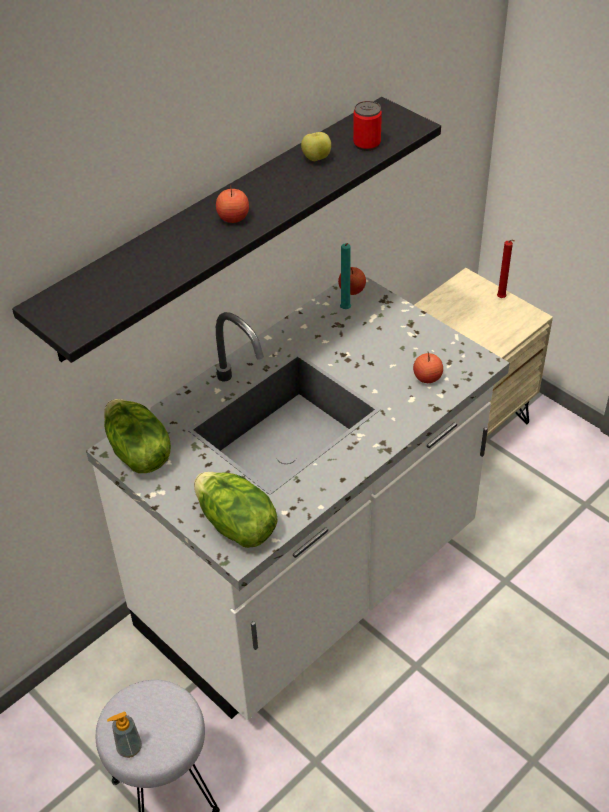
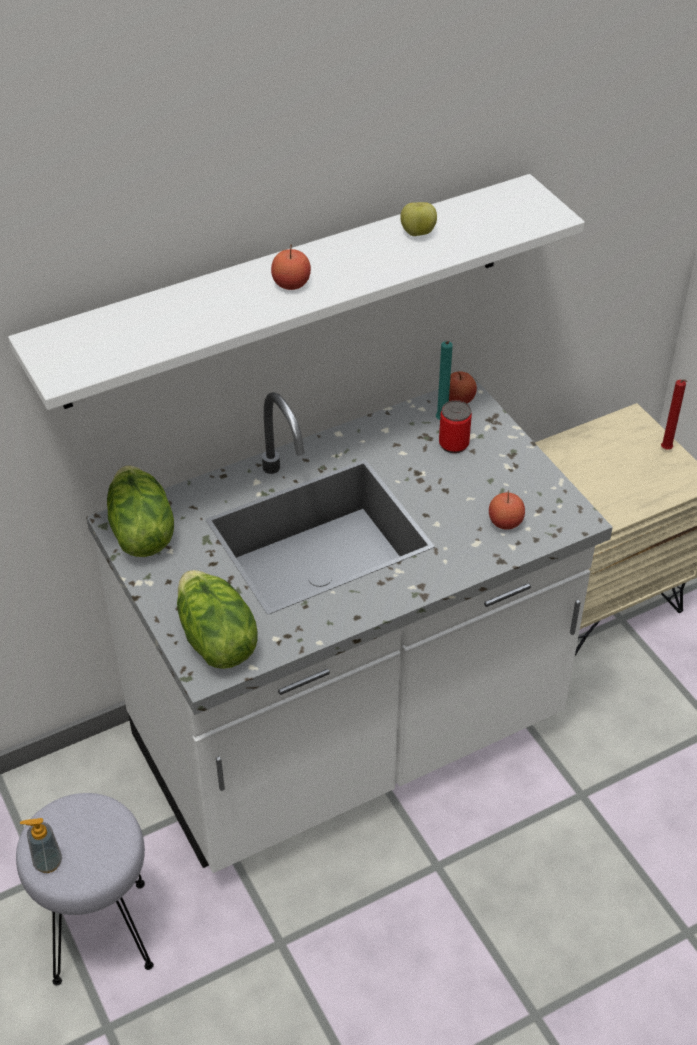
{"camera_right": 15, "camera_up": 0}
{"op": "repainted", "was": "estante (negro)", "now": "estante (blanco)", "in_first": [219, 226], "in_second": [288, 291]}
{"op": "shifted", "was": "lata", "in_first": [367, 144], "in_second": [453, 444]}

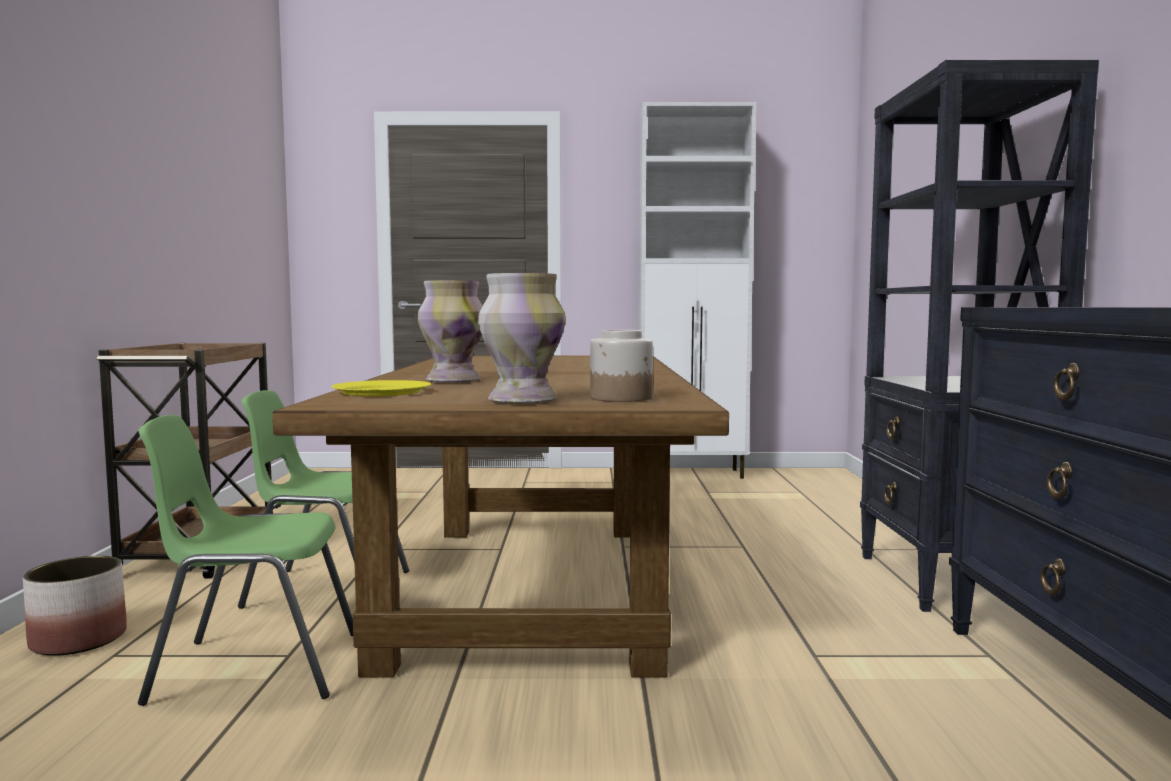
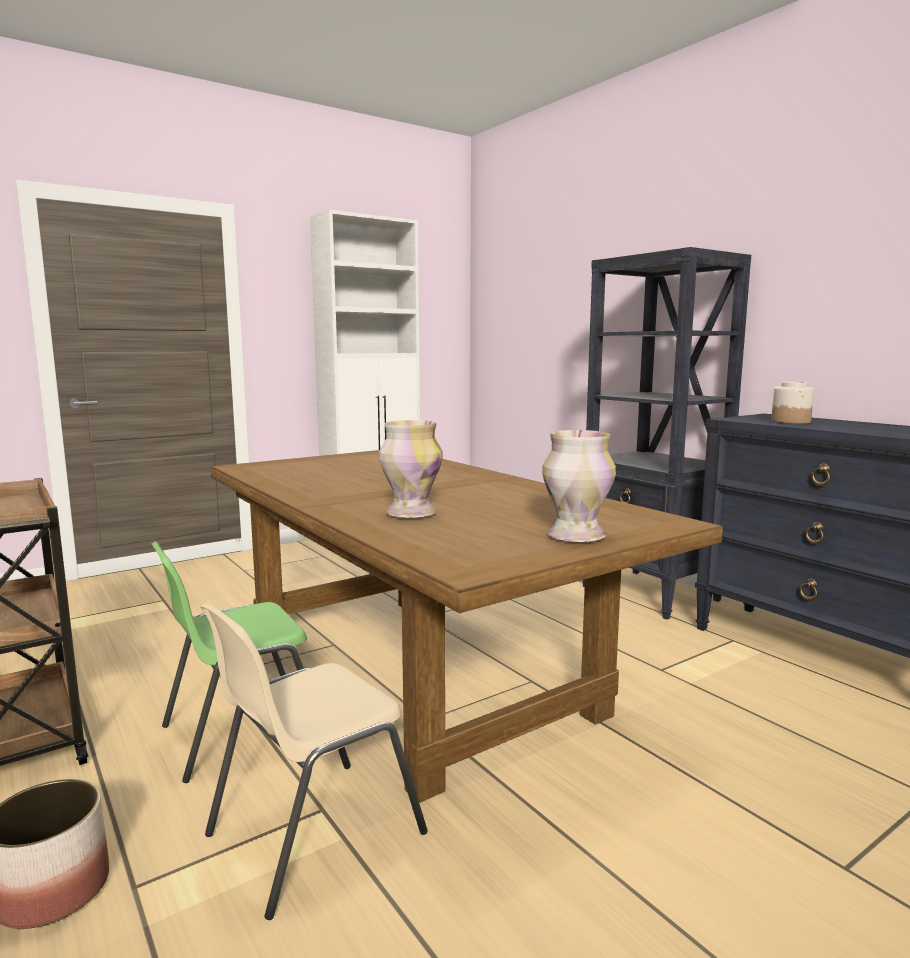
{"camera_right": -35, "camera_up": 5}
{"op": "repainted", "was": "silla (verde)", "now": "silla (beis)", "in_first": [254, 667], "in_second": [311, 834]}
{"op": "shifted", "was": "tarro", "in_first": [622, 398], "in_second": [791, 421]}
{"op": "gone", "was": "plato (amarillo)", "in_first": [383, 392]}

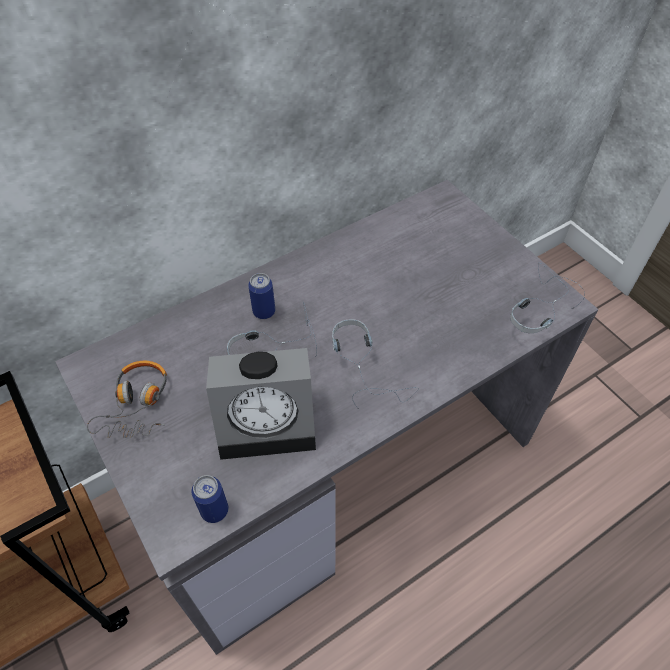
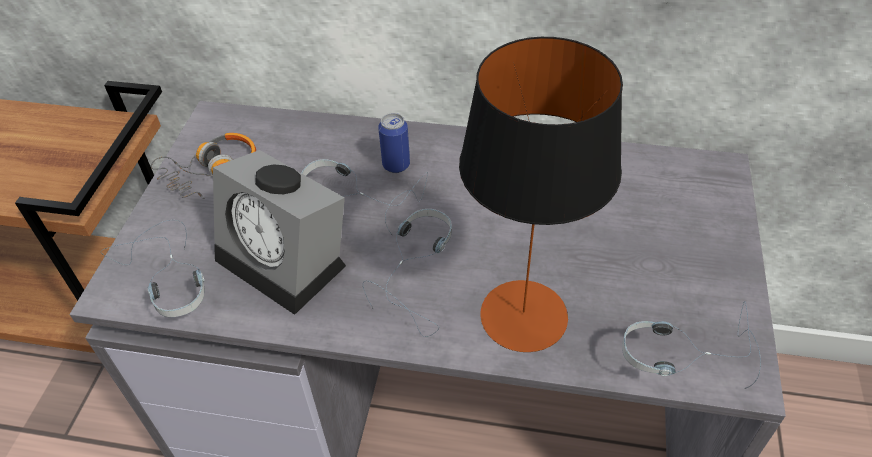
{"camera_right": 45, "camera_up": -5}
{"op": "swapped", "was": "lata", "now": "auriculares", "in_first": [214, 510], "in_second": [162, 297]}
{"op": "new", "now": "lámpara de mesa", "in_second": [523, 316]}

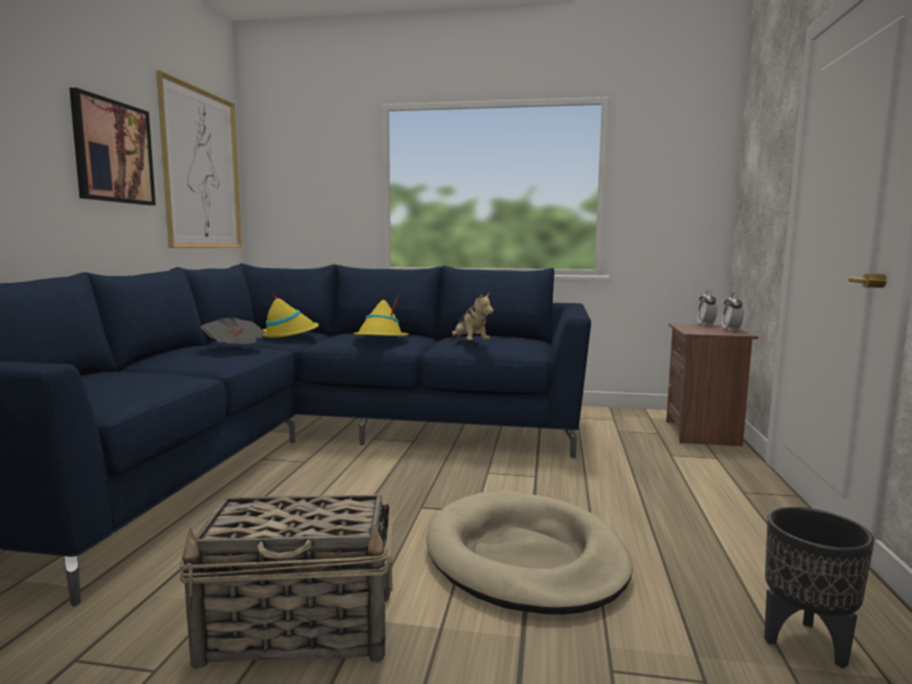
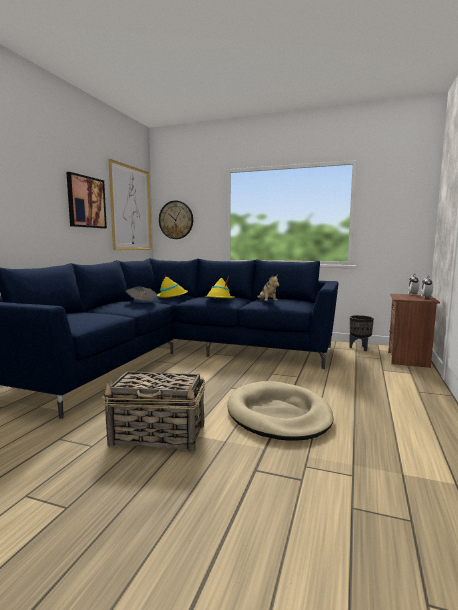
{"camera_right": 10, "camera_up": 0}
{"op": "new", "now": "reloj de pared", "in_second": [176, 220]}
{"op": "shifted", "was": "maceta (negro)", "in_first": [806, 643], "in_second": [359, 348]}

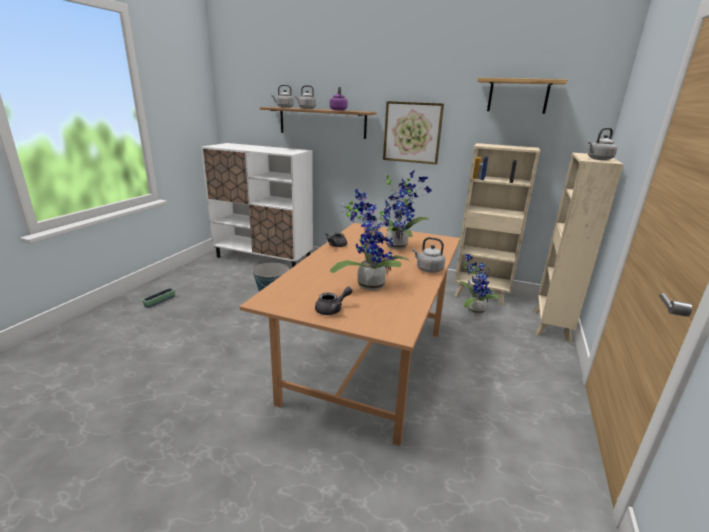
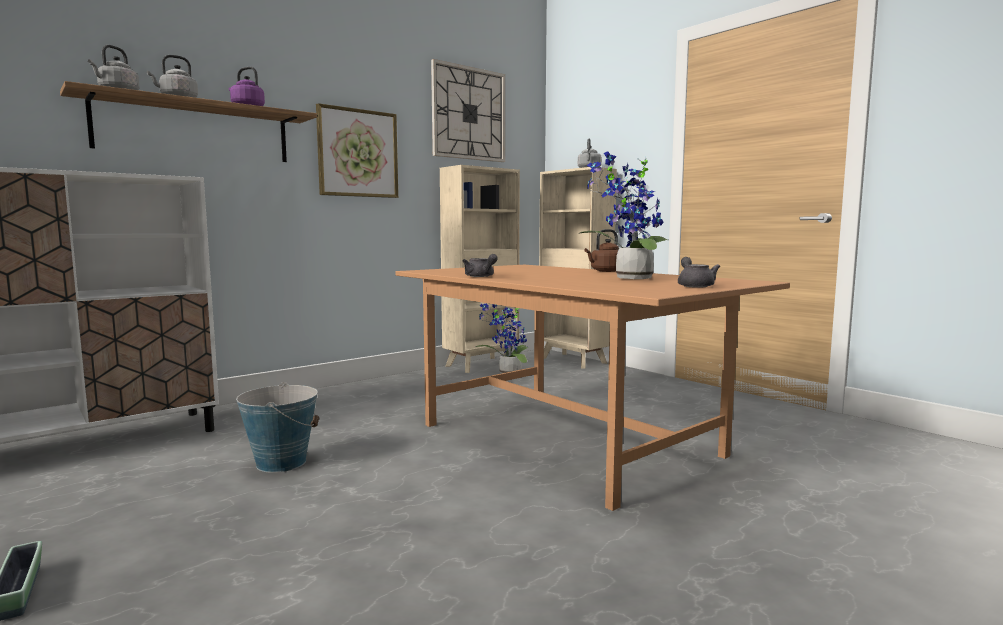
{"camera_right": -60, "camera_up": -15}
{"op": "swapped", "was": "estante", "now": "reloj de pared", "in_first": [518, 96], "in_second": [468, 113]}
{"op": "repainted", "was": "hervidor (gris)", "now": "hervidor (marrón)", "in_first": [428, 269], "in_second": [605, 271]}
{"op": "gone", "was": "planta en maceta", "in_first": [398, 245]}

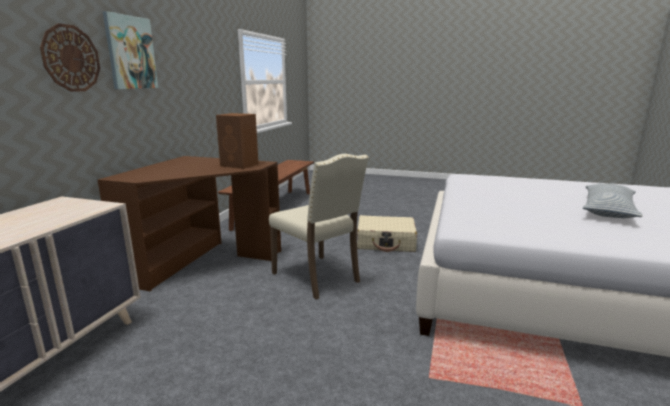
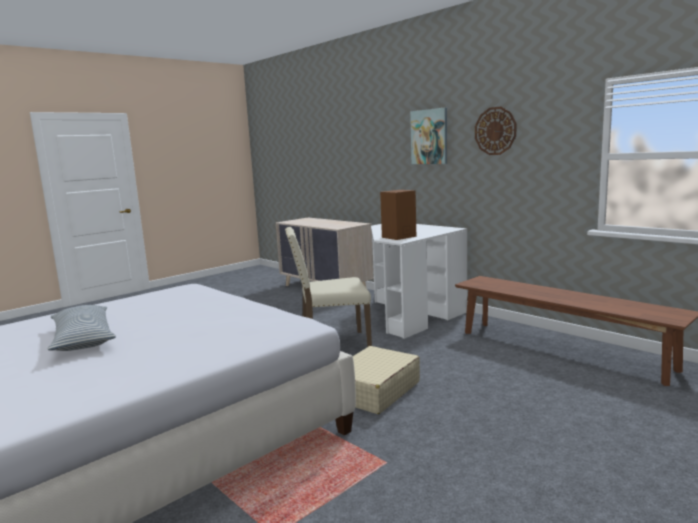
{"camera_right": 120, "camera_up": -5}
{"op": "repainted", "was": "escritorio (marrón)", "now": "escritorio (blanco)", "in_first": [202, 262], "in_second": [409, 314]}
{"op": "shifted", "was": "reloj de pared", "in_first": [71, 58], "in_second": [495, 131]}

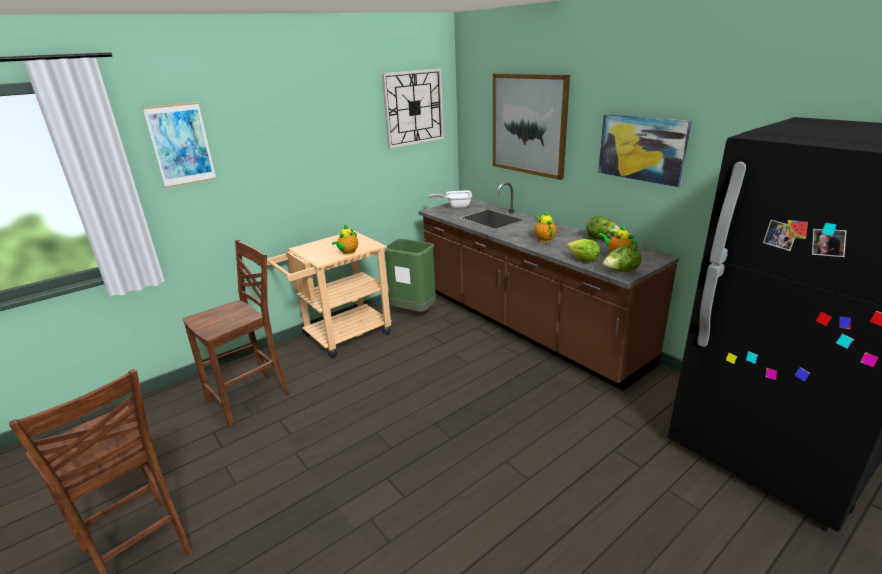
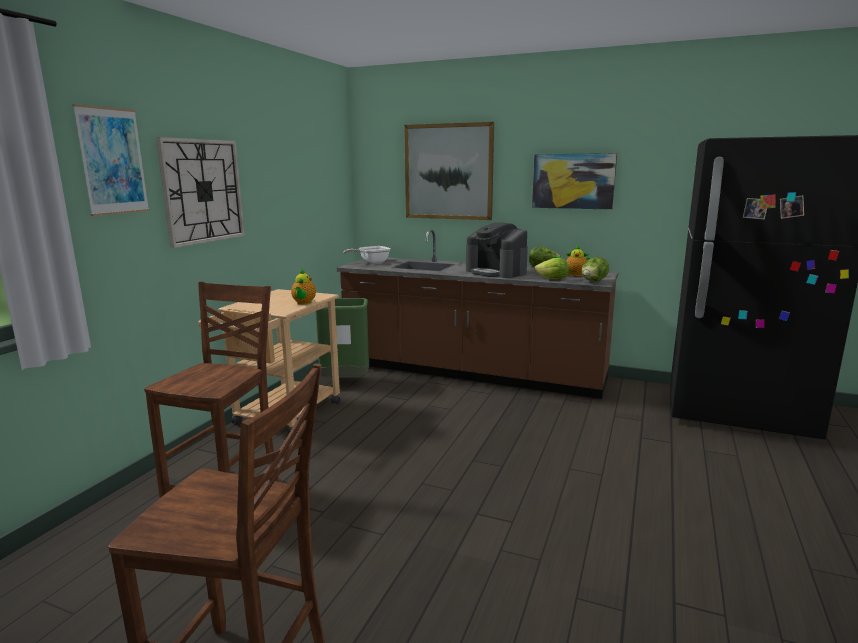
{"camera_right": -30, "camera_up": -10}
{"op": "shifted", "was": "reloj de pared", "in_first": [413, 108], "in_second": [203, 191]}
{"op": "swapped", "was": "tetera", "now": "cafetera", "in_first": [544, 239], "in_second": [496, 272]}

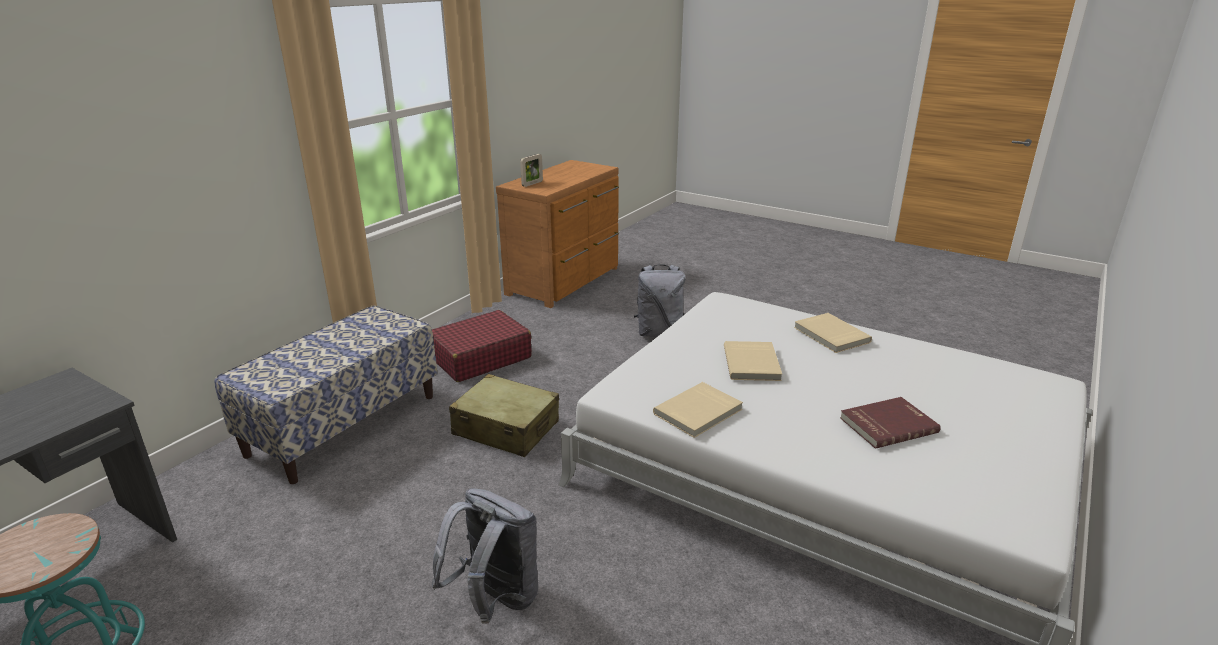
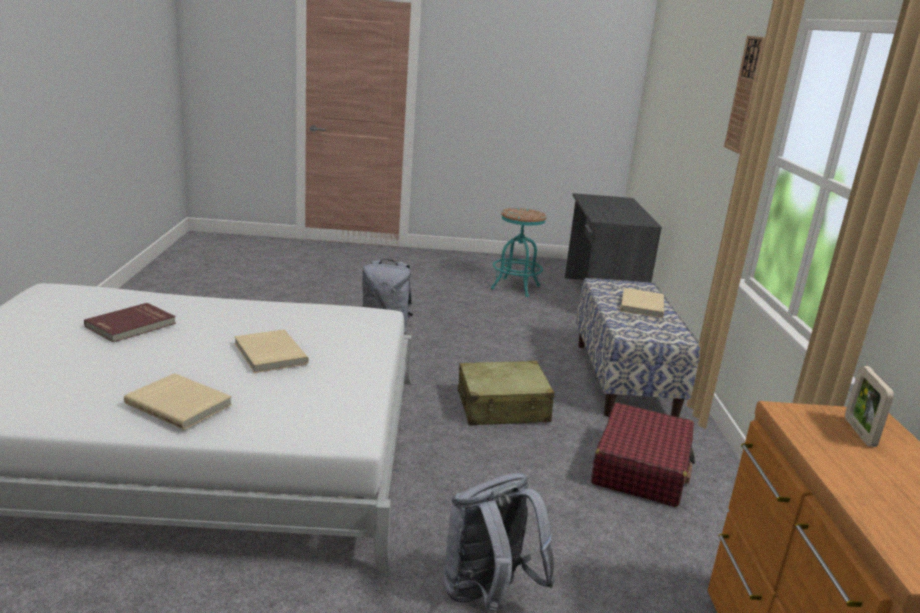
{"camera_right": 145, "camera_up": -5}
{"op": "shifted", "was": "libro (beis)", "in_first": [699, 412], "in_second": [640, 305]}
{"op": "new", "now": "reloj de pared", "in_second": [745, 95]}

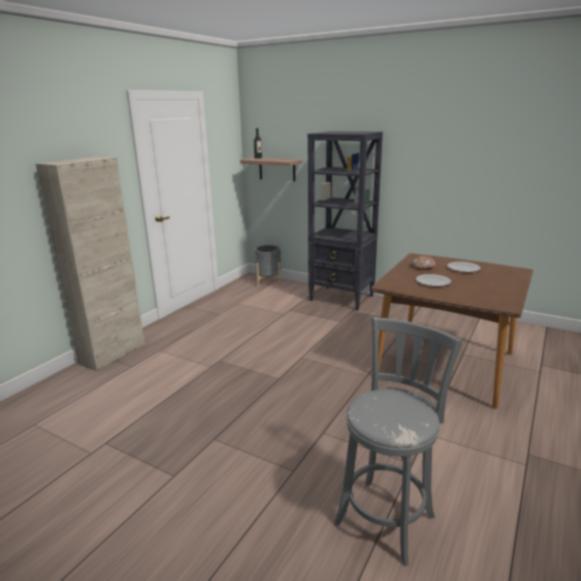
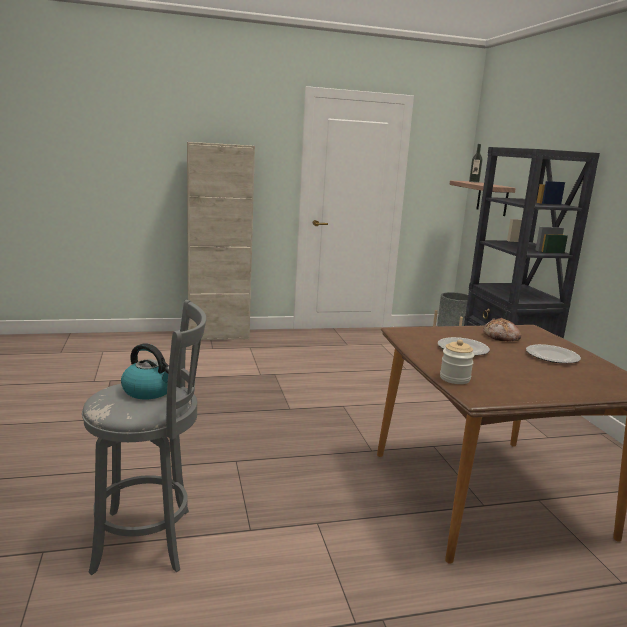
{"camera_right": 45, "camera_up": -5}
{"op": "new", "now": "hervidor", "in_second": [149, 391]}
{"op": "new", "now": "tarro", "in_second": [454, 378]}

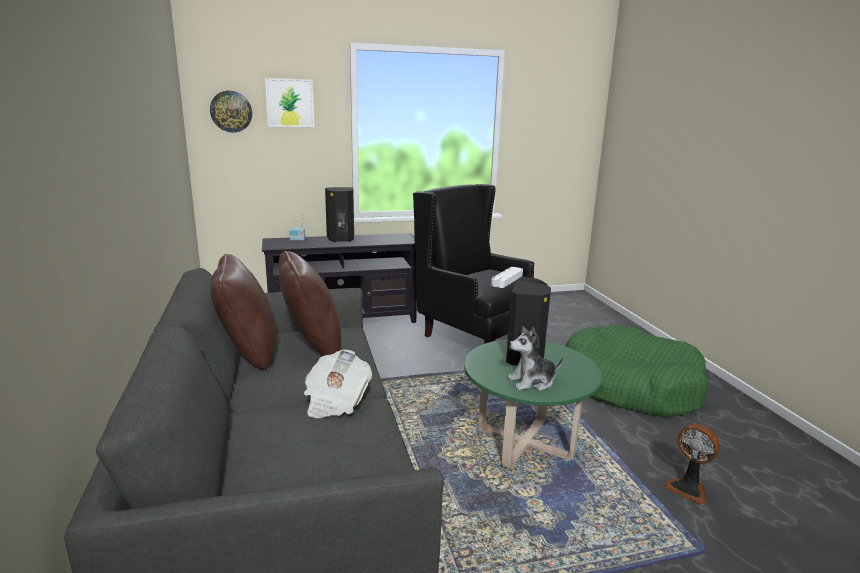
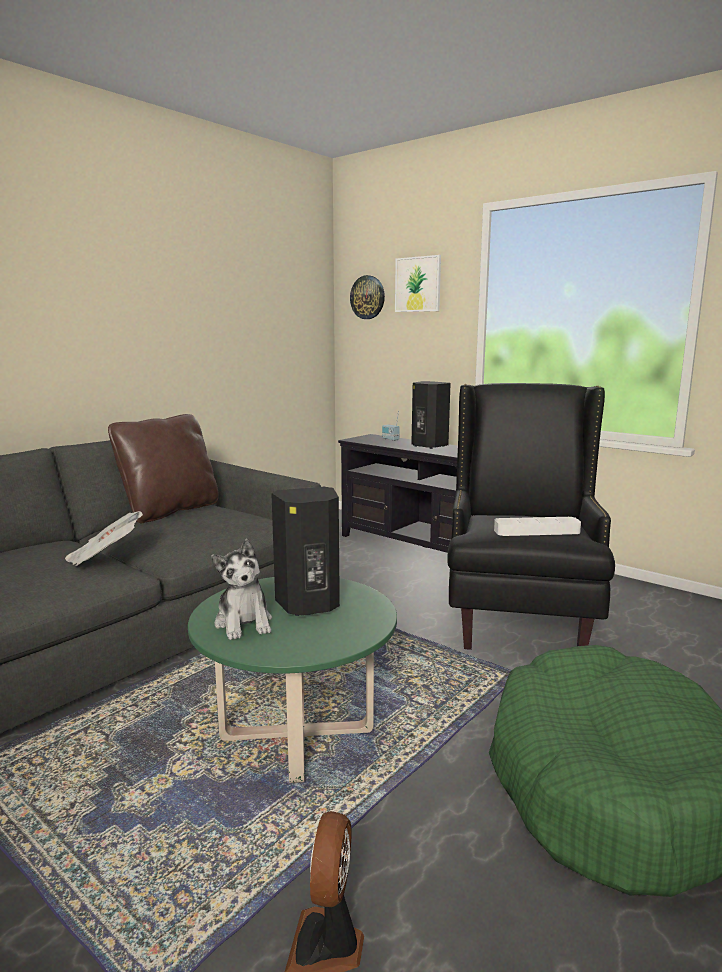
{"camera_right": 55, "camera_up": -5}
{"op": "rotated", "was": "peluche", "in_first": [532, 382], "in_second": [244, 623], "clockwise": -150}
{"op": "gone", "was": "cojín (marrón)", "in_first": [311, 345]}

